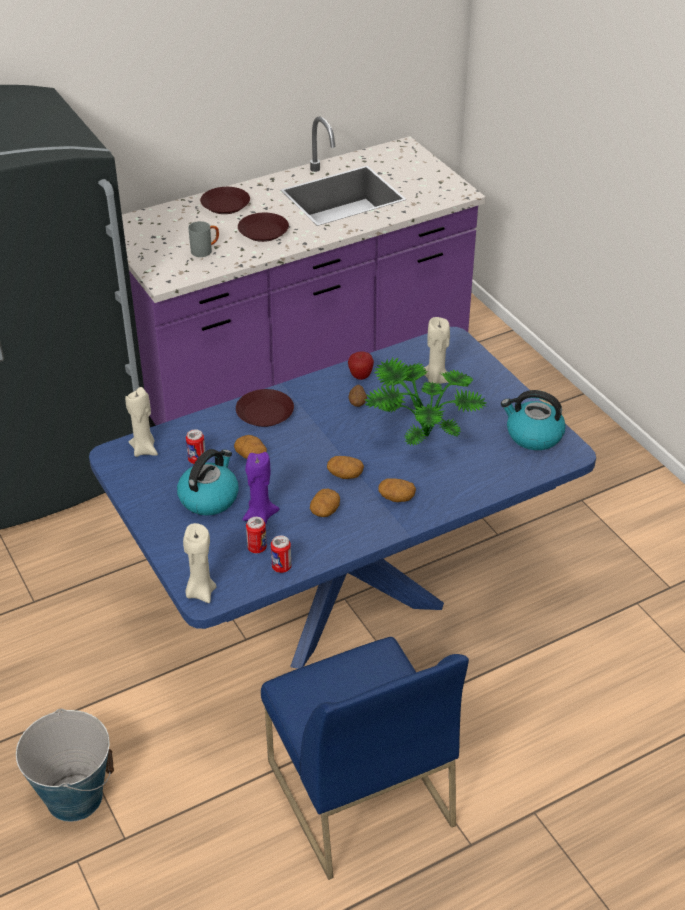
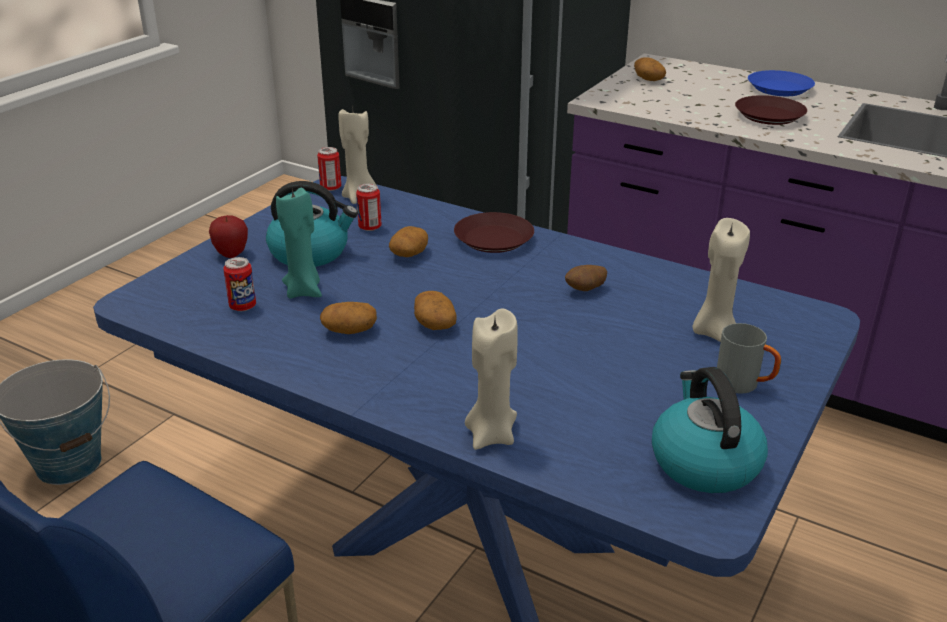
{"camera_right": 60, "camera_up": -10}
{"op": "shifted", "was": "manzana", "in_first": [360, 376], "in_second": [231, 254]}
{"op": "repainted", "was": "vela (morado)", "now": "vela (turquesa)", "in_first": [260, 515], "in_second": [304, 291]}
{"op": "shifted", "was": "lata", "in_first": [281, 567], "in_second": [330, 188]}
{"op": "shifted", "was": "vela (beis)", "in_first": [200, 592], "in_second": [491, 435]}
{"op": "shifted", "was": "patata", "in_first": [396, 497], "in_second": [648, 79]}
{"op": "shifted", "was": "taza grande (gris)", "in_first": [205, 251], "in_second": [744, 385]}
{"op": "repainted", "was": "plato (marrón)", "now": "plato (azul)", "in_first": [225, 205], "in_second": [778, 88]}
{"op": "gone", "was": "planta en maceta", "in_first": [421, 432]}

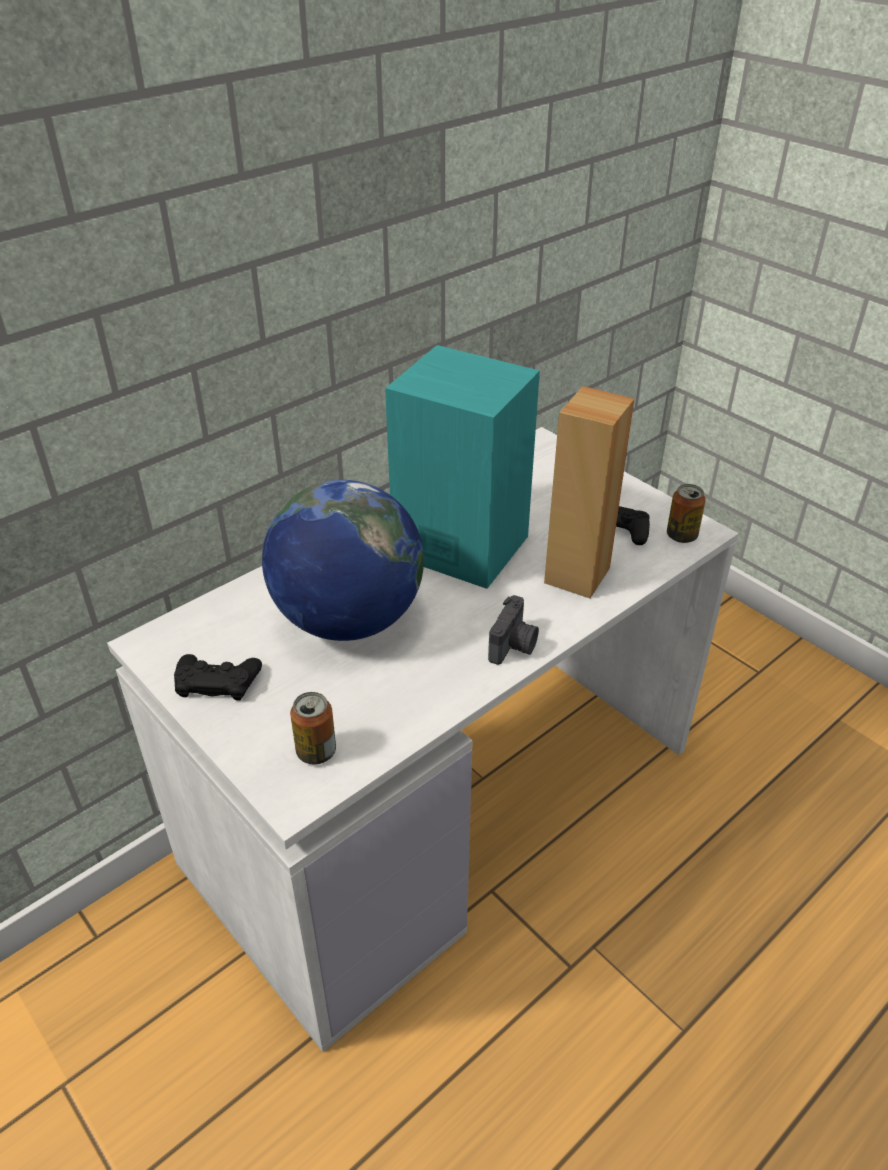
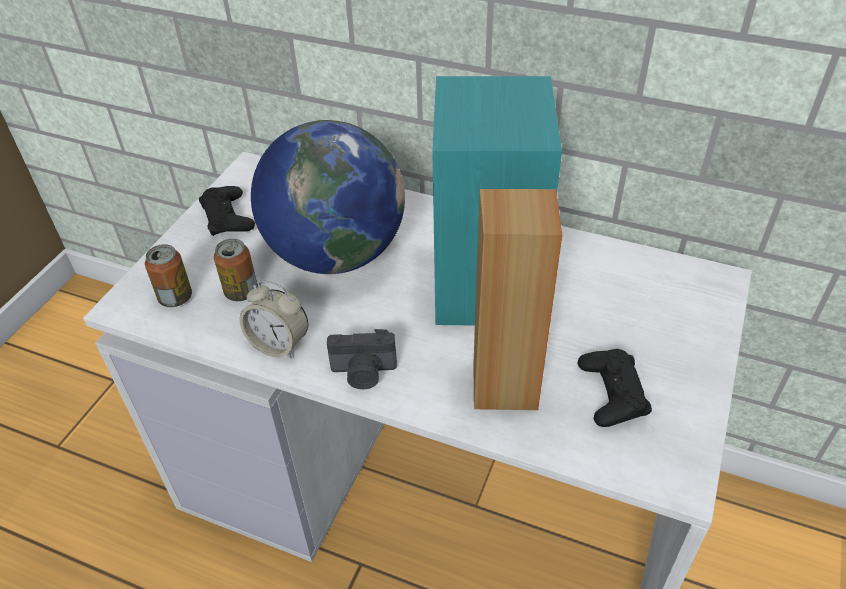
{"camera_right": 65, "camera_up": 5}
{"op": "shifted", "was": "lata", "in_first": [681, 536], "in_second": [241, 292]}
{"op": "new", "now": "despertador", "in_second": [279, 344]}

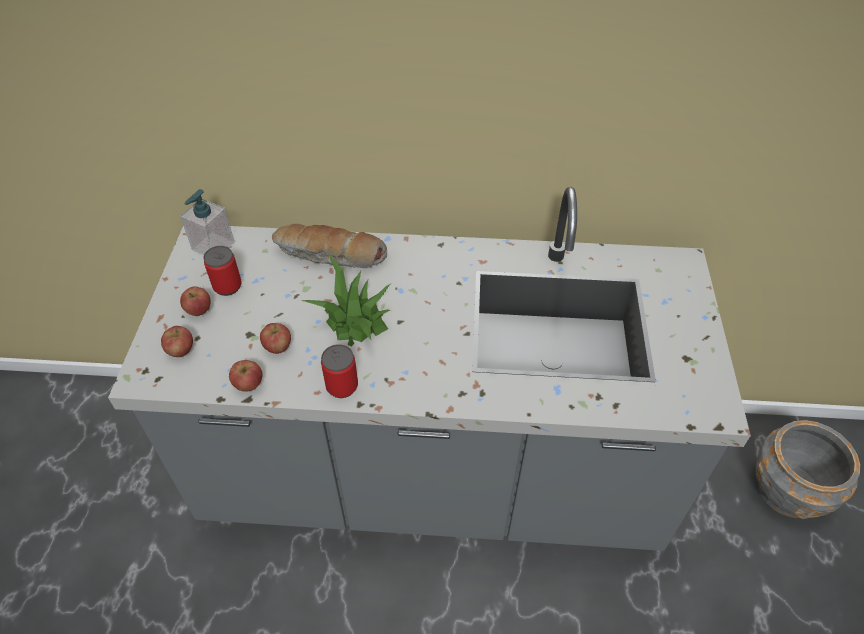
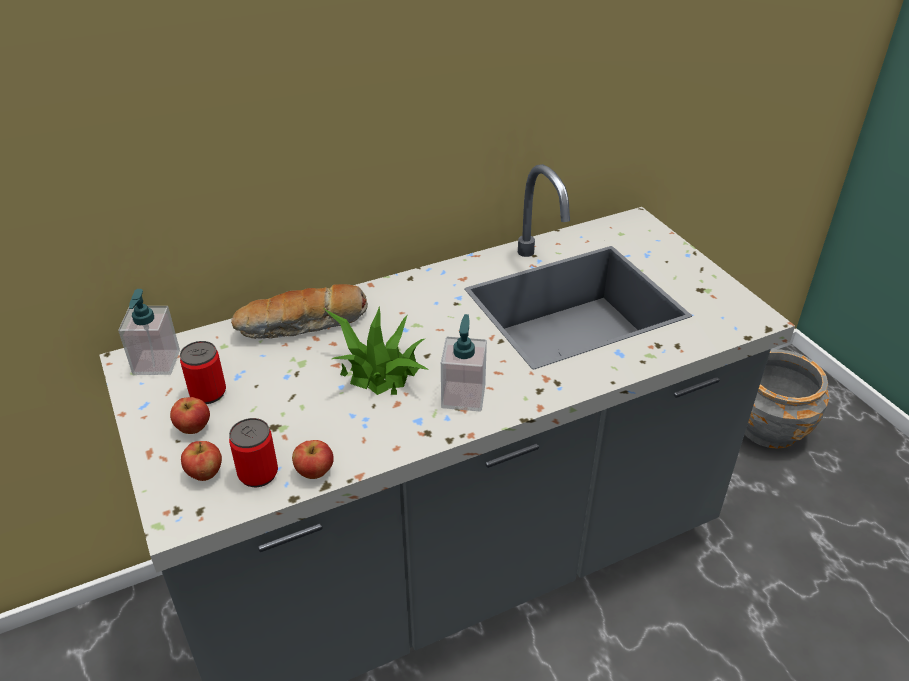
{"camera_right": -30, "camera_up": -10}
{"op": "shifted", "was": "lata", "in_first": [342, 386], "in_second": [258, 474]}
{"op": "new", "now": "dispensador de jabón", "in_second": [463, 396]}
{"op": "gone", "was": "manzana", "in_first": [277, 347]}

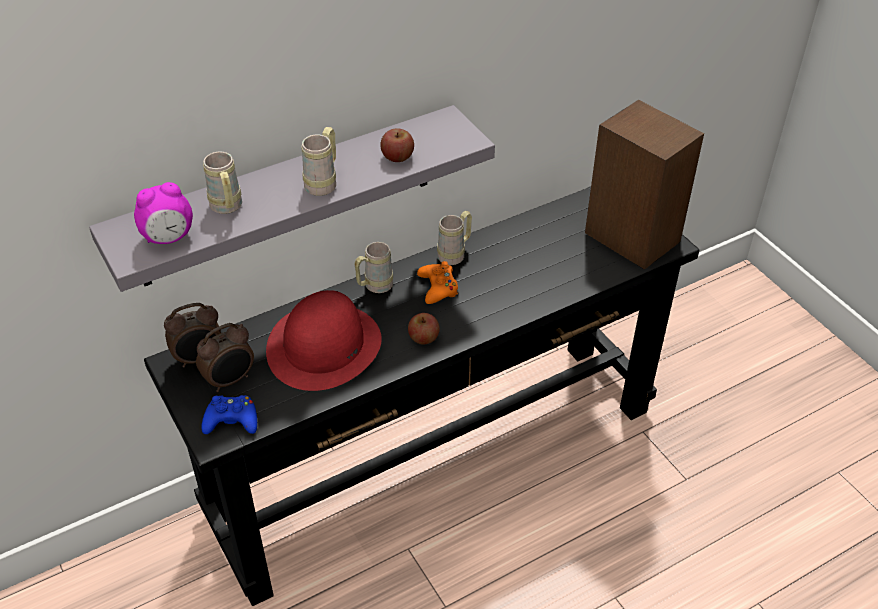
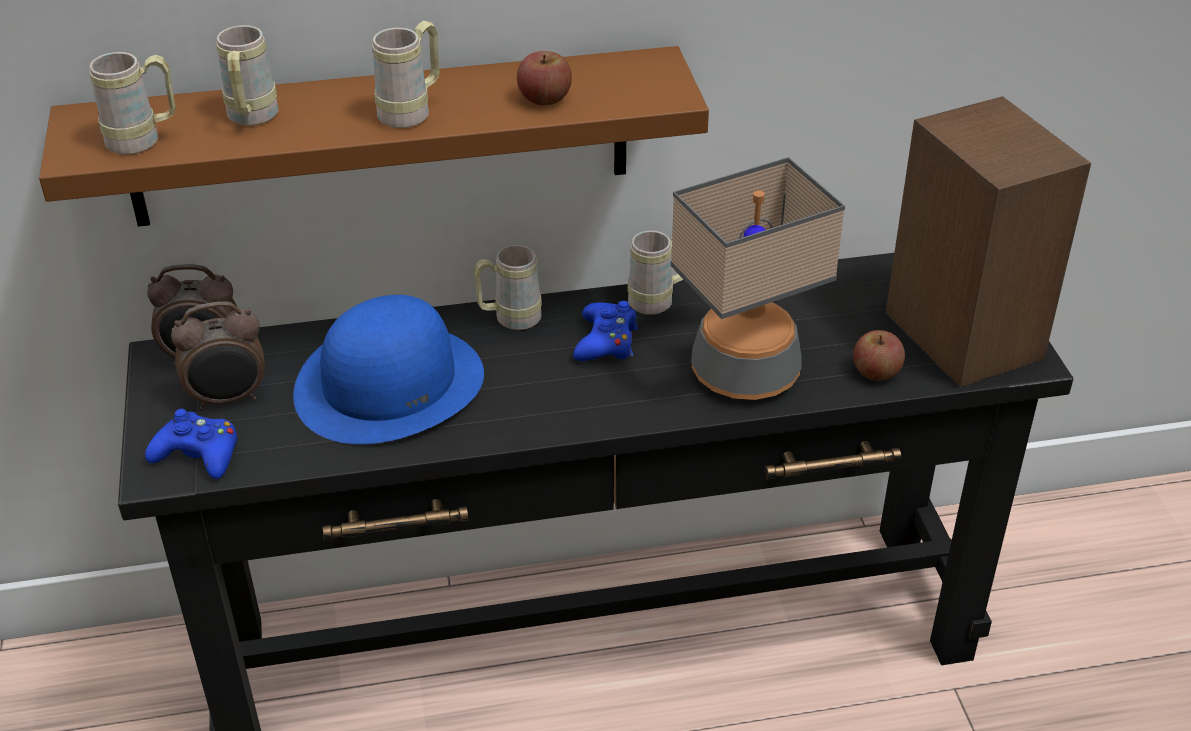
{"camera_right": 20, "camera_up": -5}
{"op": "repainted", "was": "estante (gris)", "now": "estante (marrón)", "in_first": [287, 197], "in_second": [380, 137]}
{"op": "swapped", "was": "despertador", "now": "taza grande (beis)", "in_first": [168, 238], "in_second": [144, 141]}
{"op": "repainted", "was": "sombrero (rojo)", "now": "sombrero (azul)", "in_first": [324, 345], "in_second": [390, 383]}
{"op": "repainted", "was": "mando de consola (naranja)", "now": "mando de consola (azul)", "in_first": [438, 288], "in_second": [606, 341]}
{"op": "new", "now": "lámpara de mesa", "in_second": [744, 372]}
{"op": "shifted", "was": "manzana", "in_first": [423, 338], "in_second": [876, 372]}

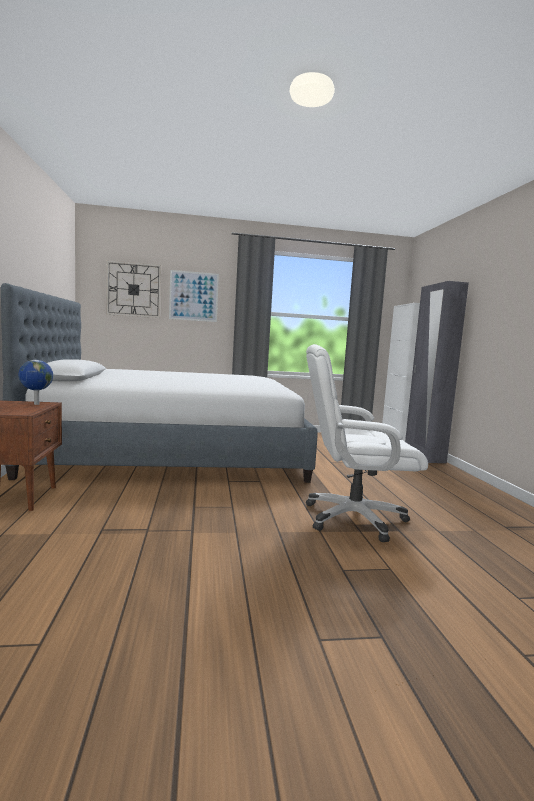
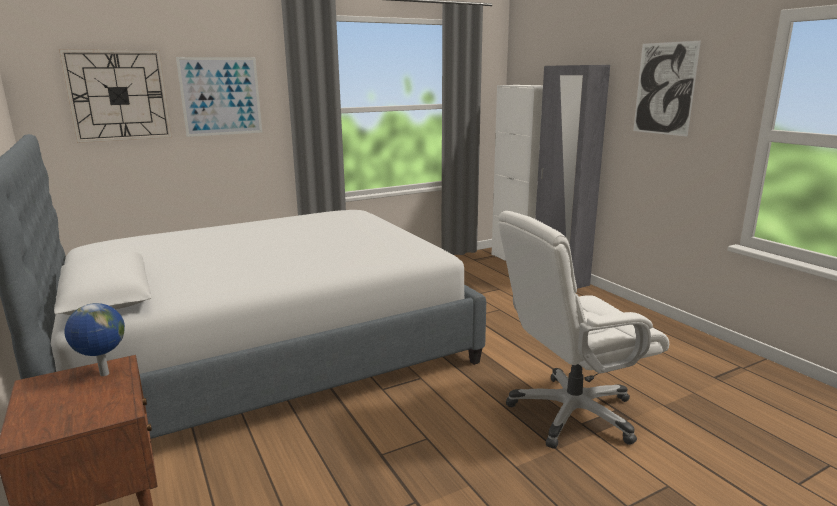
{"camera_right": -20, "camera_up": 10}
{"op": "new", "now": "cuadro", "in_second": [664, 89]}

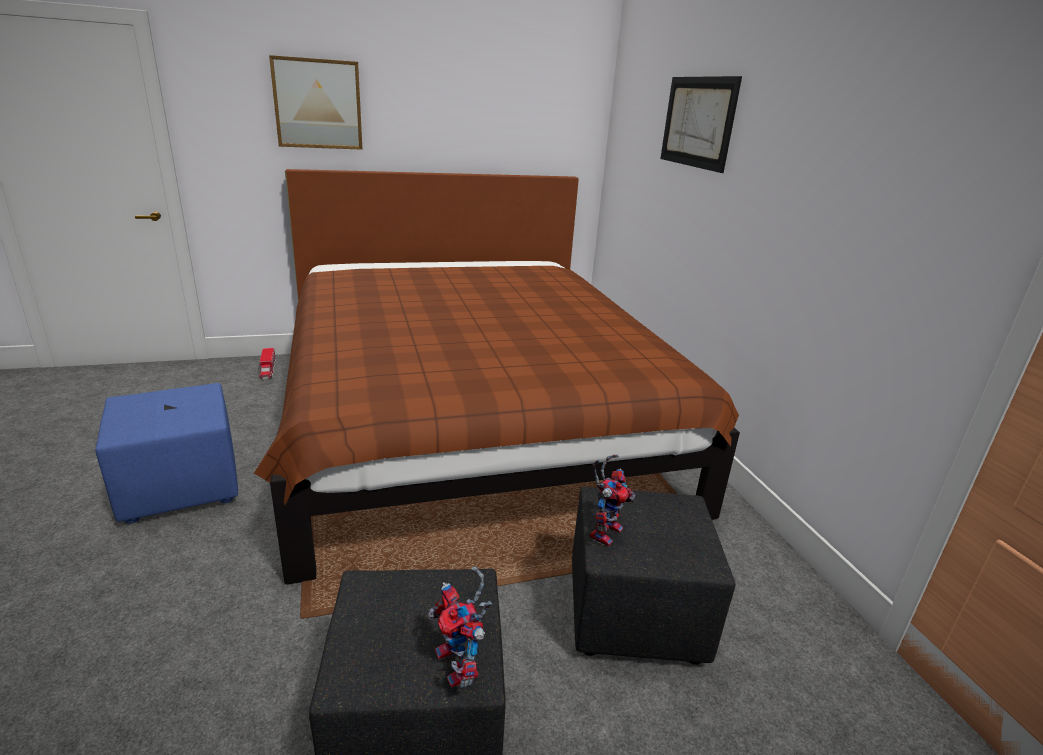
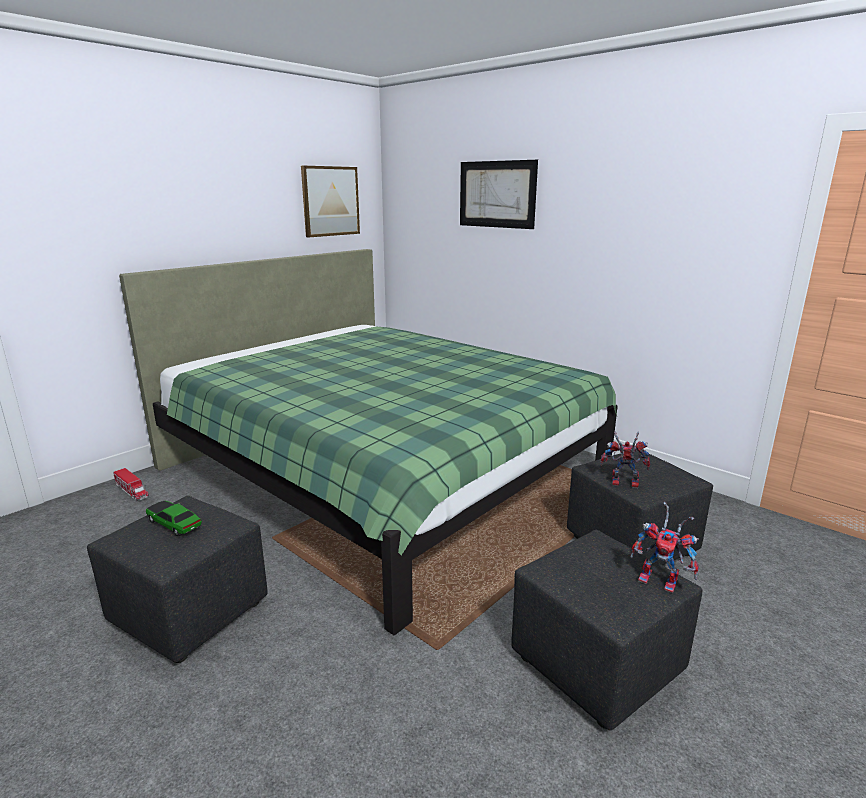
{"camera_right": -30, "camera_up": -5}
{"op": "repainted", "was": "puf (azul)", "now": "puf (negro)", "in_first": [179, 488], "in_second": [190, 615]}
{"op": "repainted", "was": "cama (marrón)", "now": "cama (verde)", "in_first": [469, 422], "in_second": [380, 472]}
{"op": "new", "now": "coche de juguete", "in_second": [174, 524]}
{"op": "shifted", "was": "cuadro", "in_first": [318, 104], "in_second": [330, 201]}
{"op": "rotated", "was": "robot de juguete", "in_first": [604, 530], "in_second": [622, 484], "clockwise": -75}

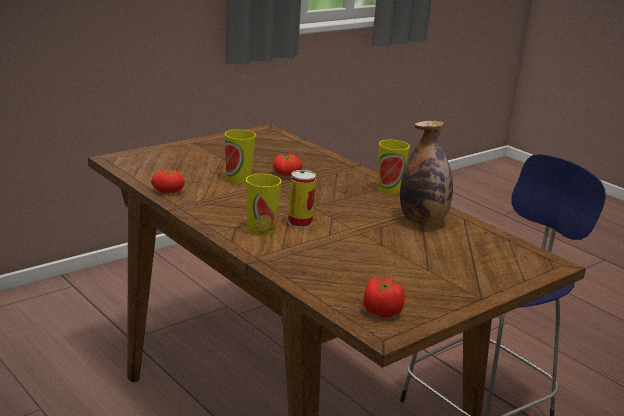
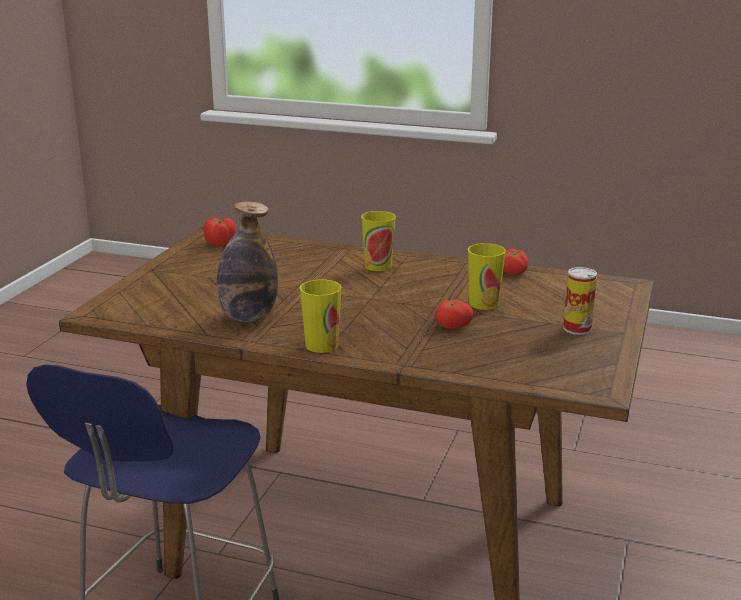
{"camera_right": 150, "camera_up": 0}
{"op": "shifted", "was": "lata", "in_first": [300, 223], "in_second": [577, 328]}

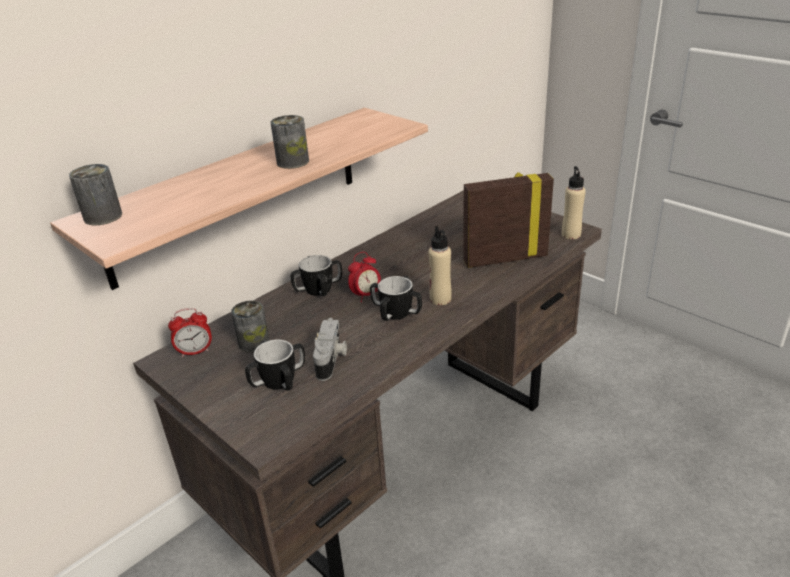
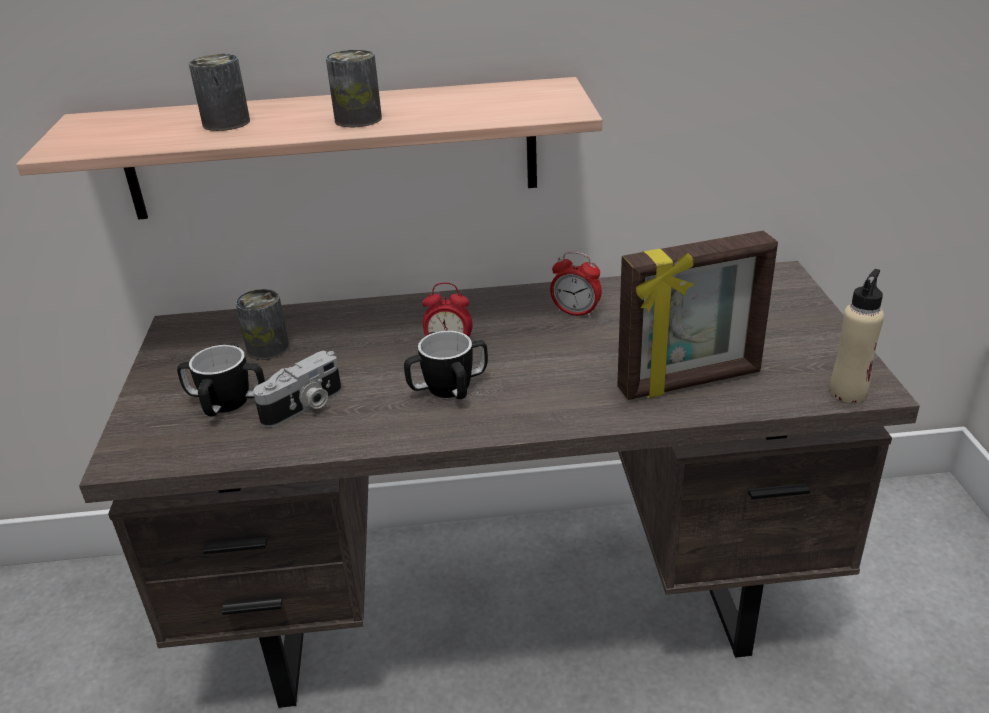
{"camera_right": 40, "camera_up": 0}
{"op": "shifted", "was": "lata", "in_first": [103, 216], "in_second": [226, 123]}
{"op": "shifted", "was": "despertador", "in_first": [195, 351], "in_second": [575, 312]}
{"op": "rotated", "was": "portarretratos", "in_first": [505, 258], "in_second": [690, 382], "clockwise": 135}
{"op": "gone", "was": "taza grande", "in_first": [318, 290]}
{"op": "gone", "was": "botella (beis)", "in_first": [440, 299]}

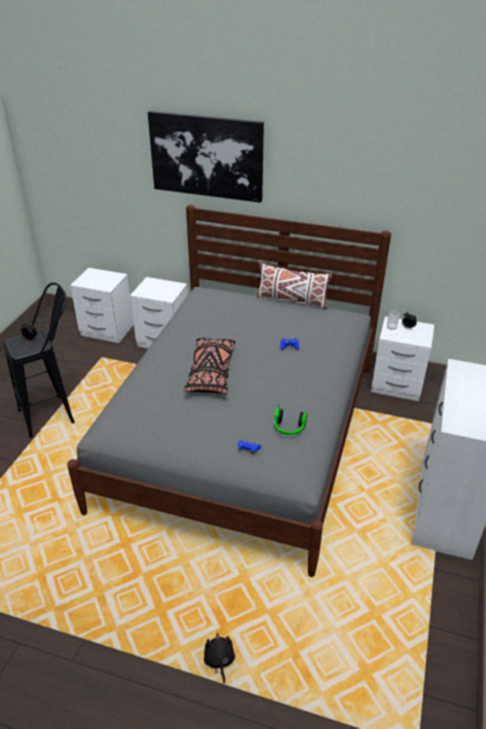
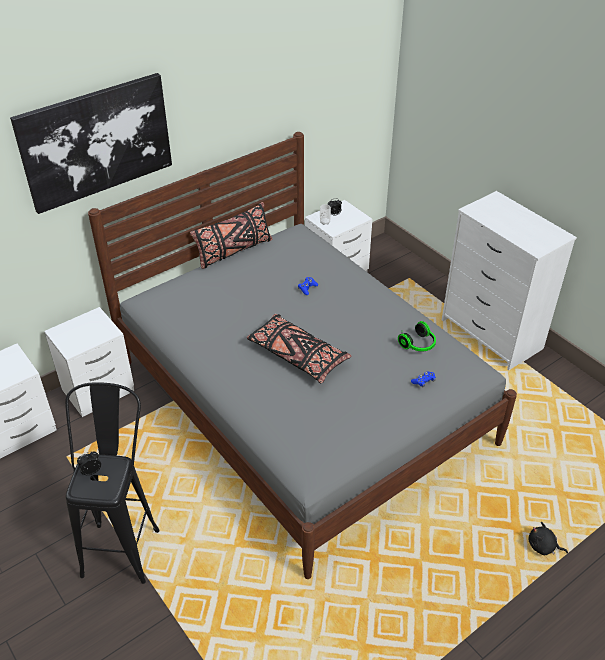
{"camera_right": -55, "camera_up": 5}
{"op": "repainted", "was": "cojín (blanco)", "now": "cojín (negro)", "in_first": [292, 300], "in_second": [233, 251]}

